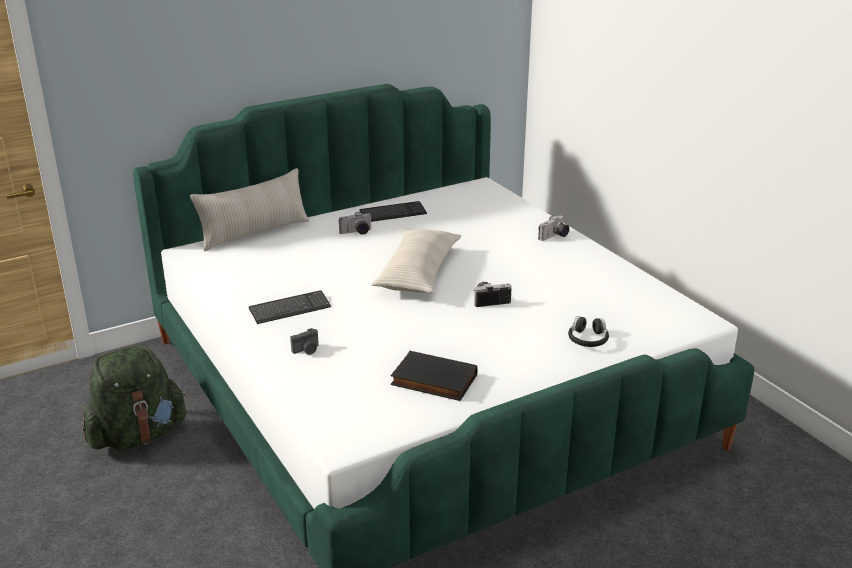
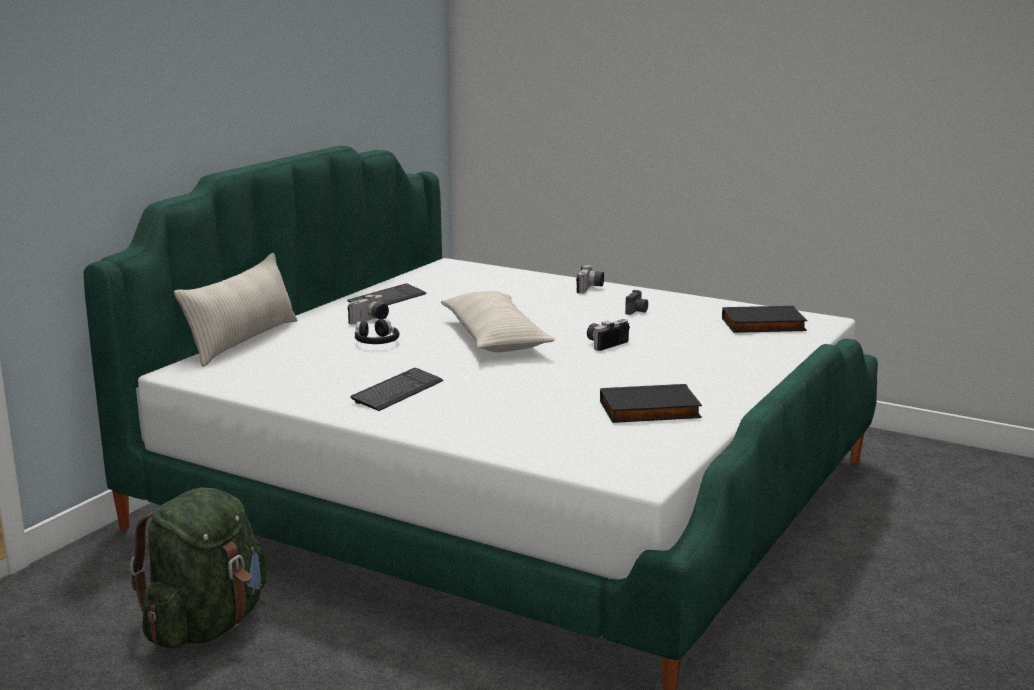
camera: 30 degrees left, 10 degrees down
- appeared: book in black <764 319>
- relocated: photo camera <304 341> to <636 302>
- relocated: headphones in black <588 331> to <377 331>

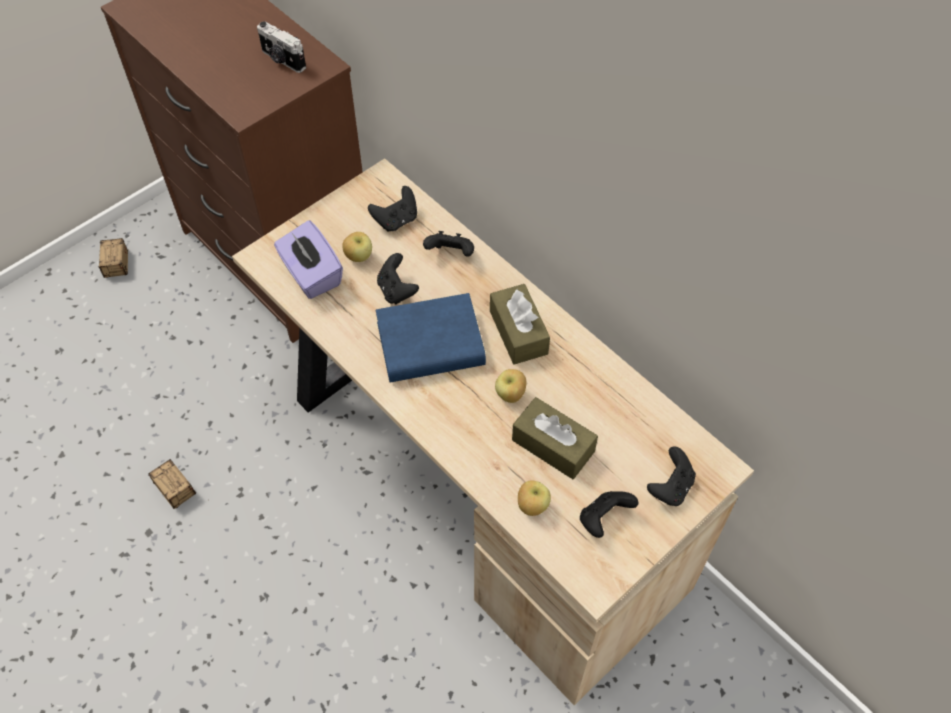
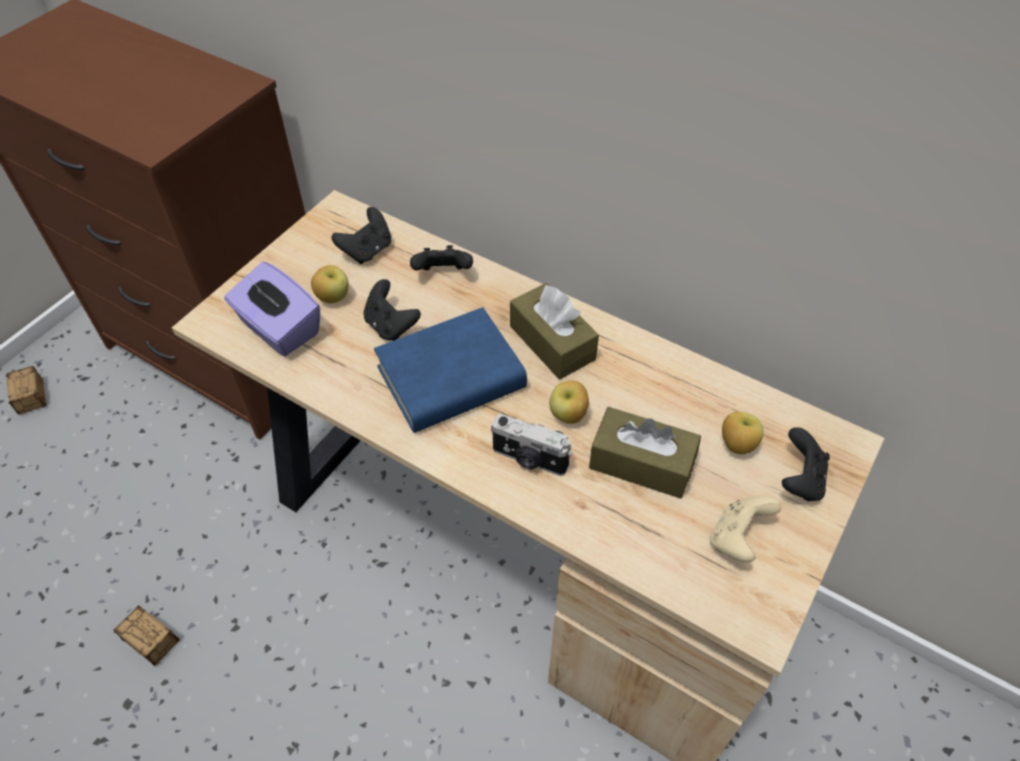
camera: 15 degrees left, 5 degrees down
- relocated: photo camera <281 47> to <532 445>
- relocated: apple <534 498> to <742 433>
- colour: game controller in black <609 514> to game controller in beige <745 529>

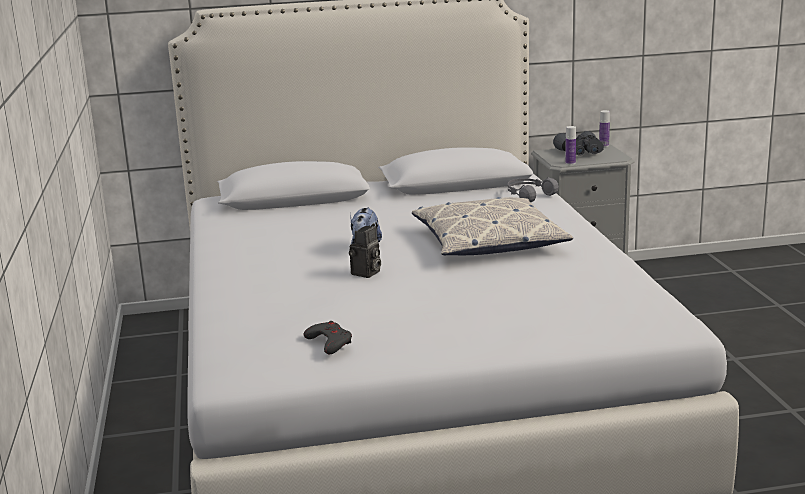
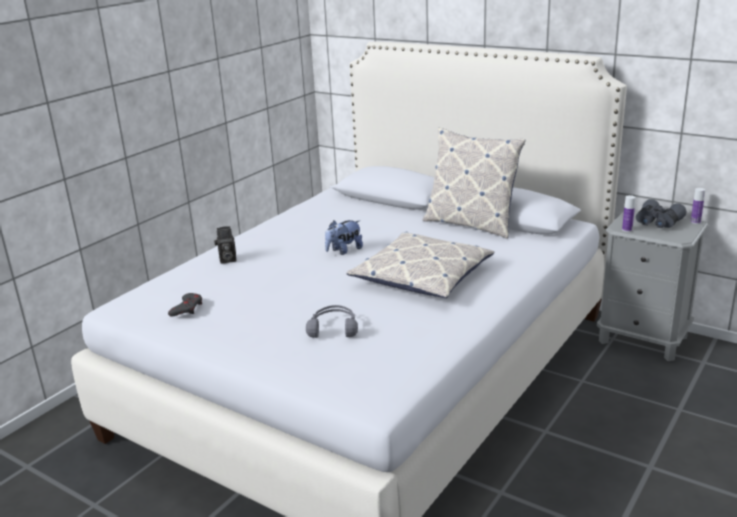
camera: 45 degrees right, 5 degrees up
- appeared: pillow <474 183>
- relocated: photo camera <365 252> to <225 244>
- relocated: headphones in grey <533 189> to <332 321>

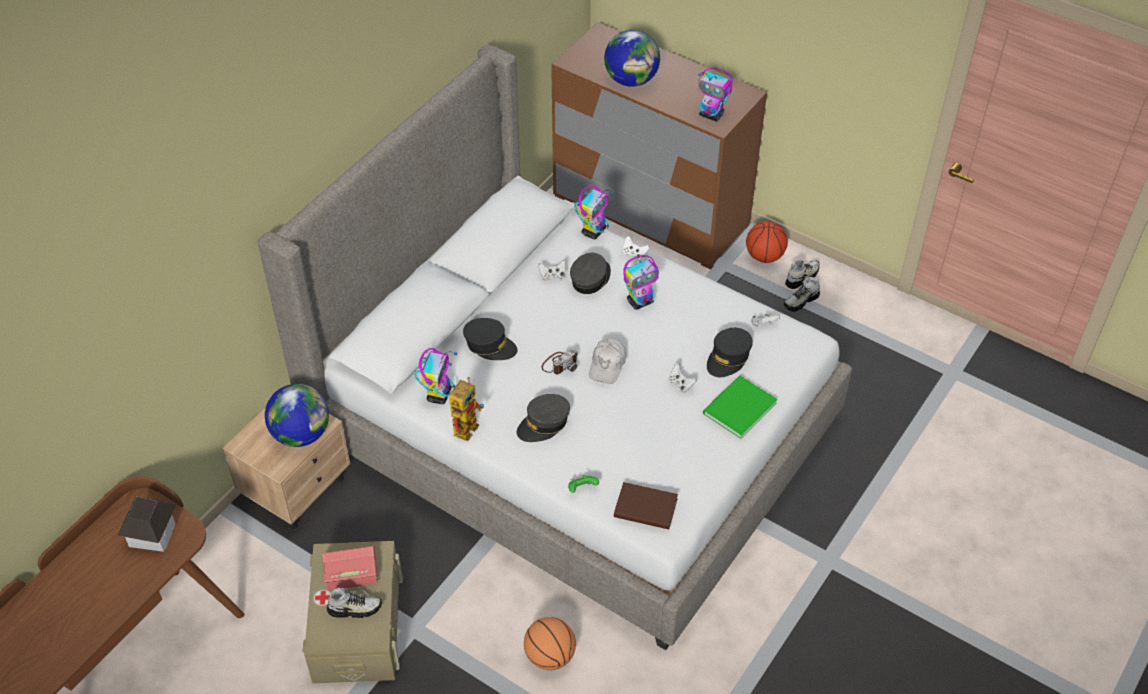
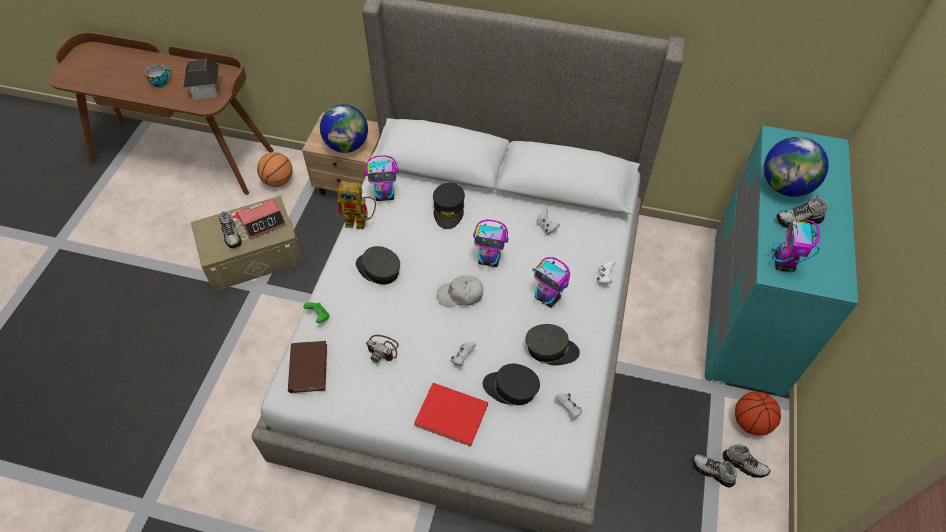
camera: 70 degrees right, 5 degrees up
- appeared: cup <158 76>
- appeared: shoe <802 212>
- relocated: basketball <550 643> to <275 169>
- relocated: photo camera <559 361> to <382 349>
- relocated: cap in grey <590 273> to <552 345>
- relocated: toy robot <594 212> to <490 243>
- colour: dresser in brown <659 146> to dresser in turquoise <781 261>
- colour: book in green <740 407> to book in red <451 415>
- spun: alarm clock <350 568> = <261 218> 90 degrees clockwise

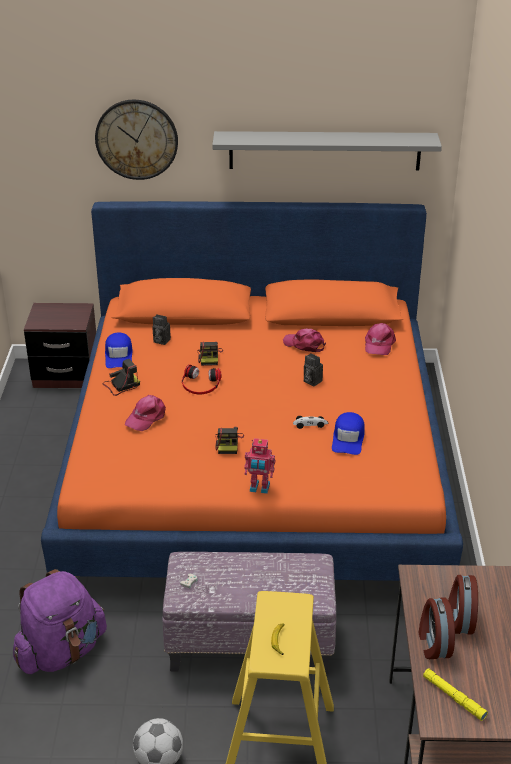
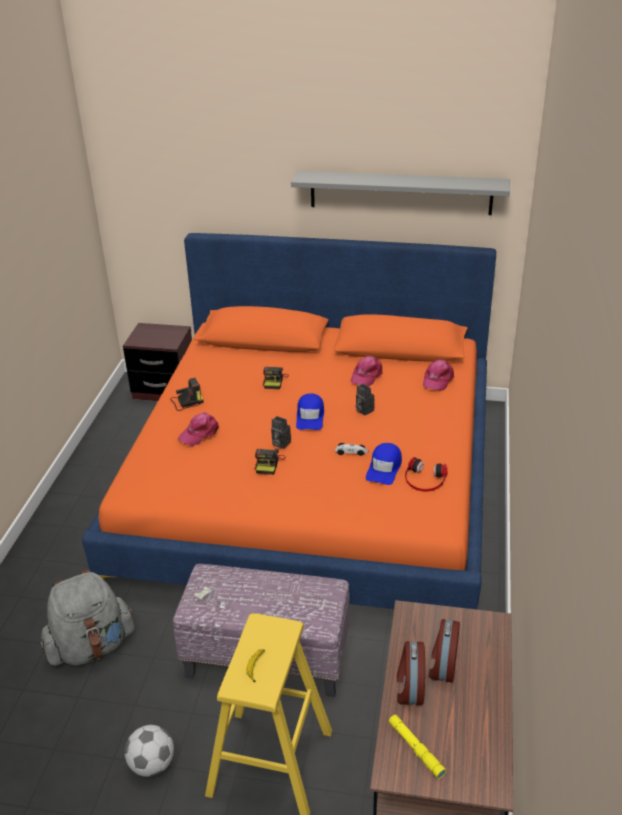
camera: 10 degrees right, 0 degrees up
- missing: wall clock <136 140>
- missing: toy robot <259 466>
- relocated: cap in blue <119 350> to <310 411>
- relocated: photo camera <161 329> to <281 432>
- relocated: headphones <202 379> to <426 474>
- colour: backpack in purple <60 621> to backpack in grey <87 617>
- spun: cap in pink <304 340> = <366 371> 105 degrees counterclockwise

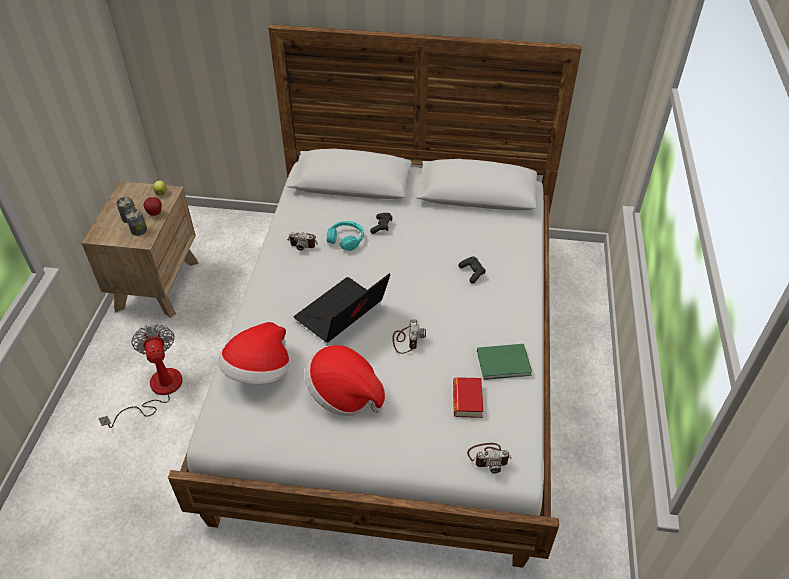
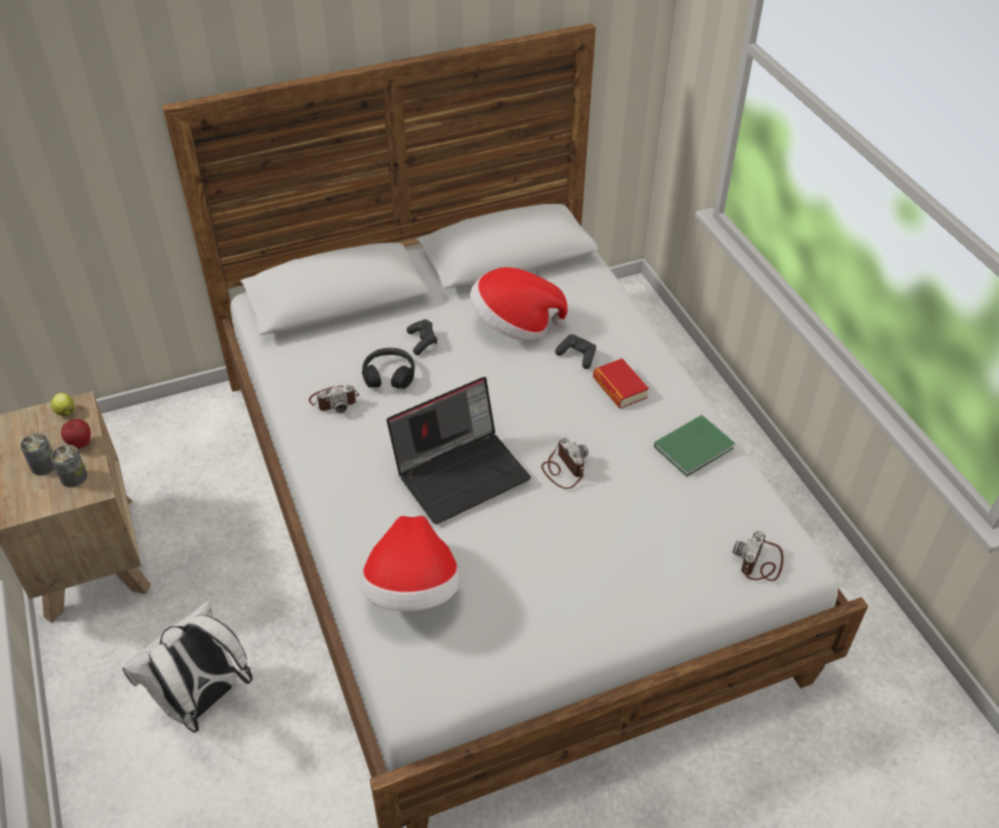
camera: 30 degrees left, 0 degrees up
- relocated: hat <345 380> to <519 303>
- relocated: book <468 397> to <621 383>
- exchanged: fan <140 376> to backpack in white <187 666>
- colour: headphones in turquoise <345 236> to headphones in black <388 368>
- spun: laptop <341 307> = <459 450> 135 degrees counterclockwise
- spun: photo camera <489 458> = <758 556> 150 degrees clockwise

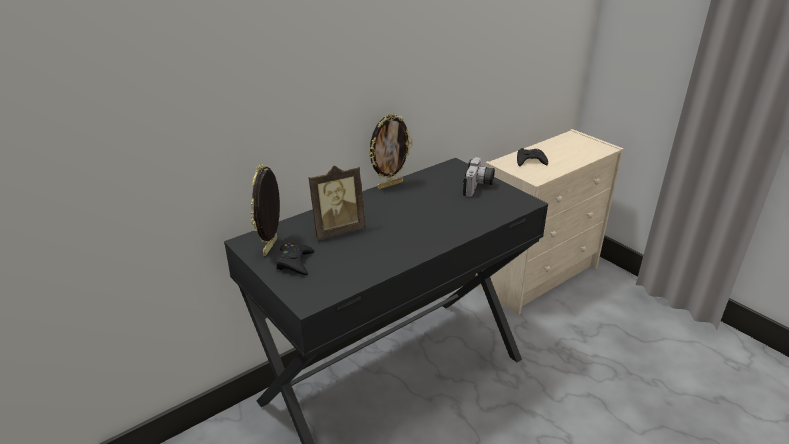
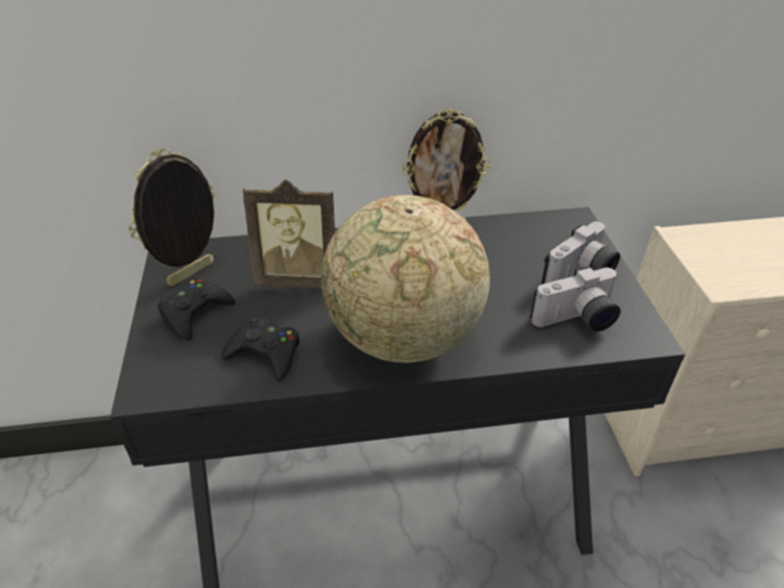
camera: 30 degrees right, 10 degrees up
- appeared: globe <405 279>
- appeared: photo camera <575 298>
- relocated: game controller in black <532 157> to <260 349>

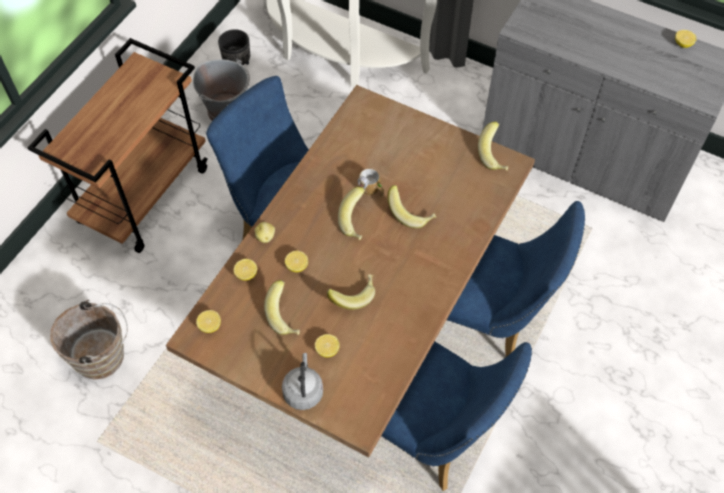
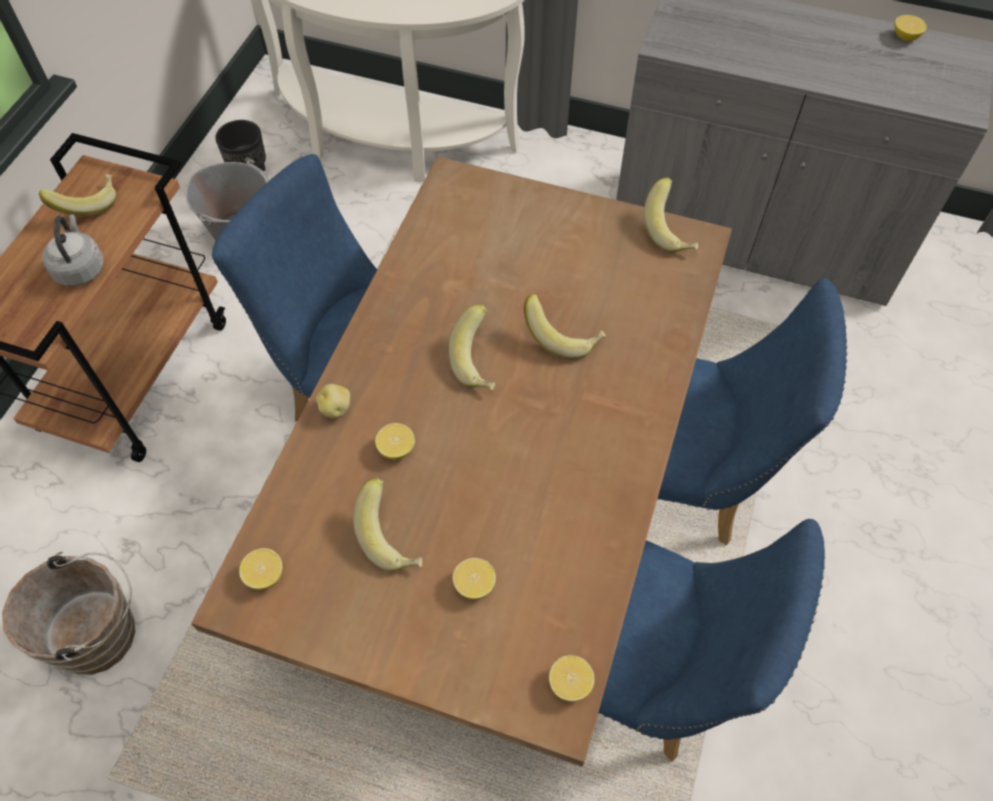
camera: 10 degrees left, 0 degrees up
- missing: mug <371 183>
- relocated: lemon <245 270> to <572 678>
- relocated: kettle in grey <302 381> to <73 250>
- relocated: banana <351 292> to <78 195>

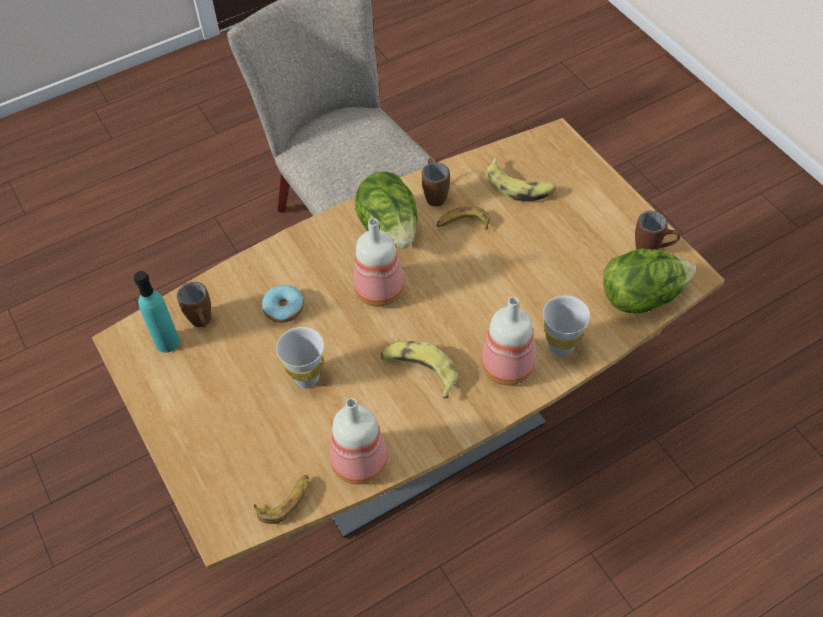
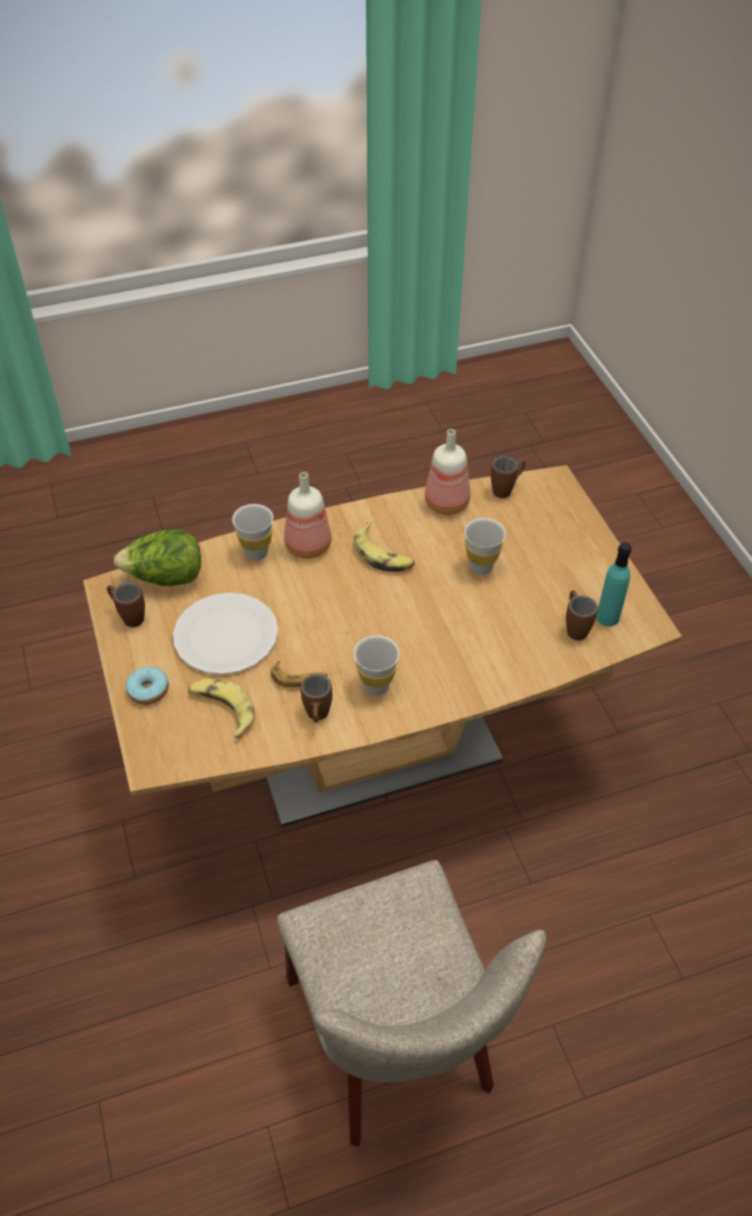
camera: 170 degrees left, 5 degrees down
- missing: bottle <379 262>
- appeared: plate in white <225 634>
- relocated: donut <283 304> to <147 685>
- exchanged: banana <281 499> to mug in brown <508 477>
- exchanged: lettuce <386 210> to cup in white <376 665>

